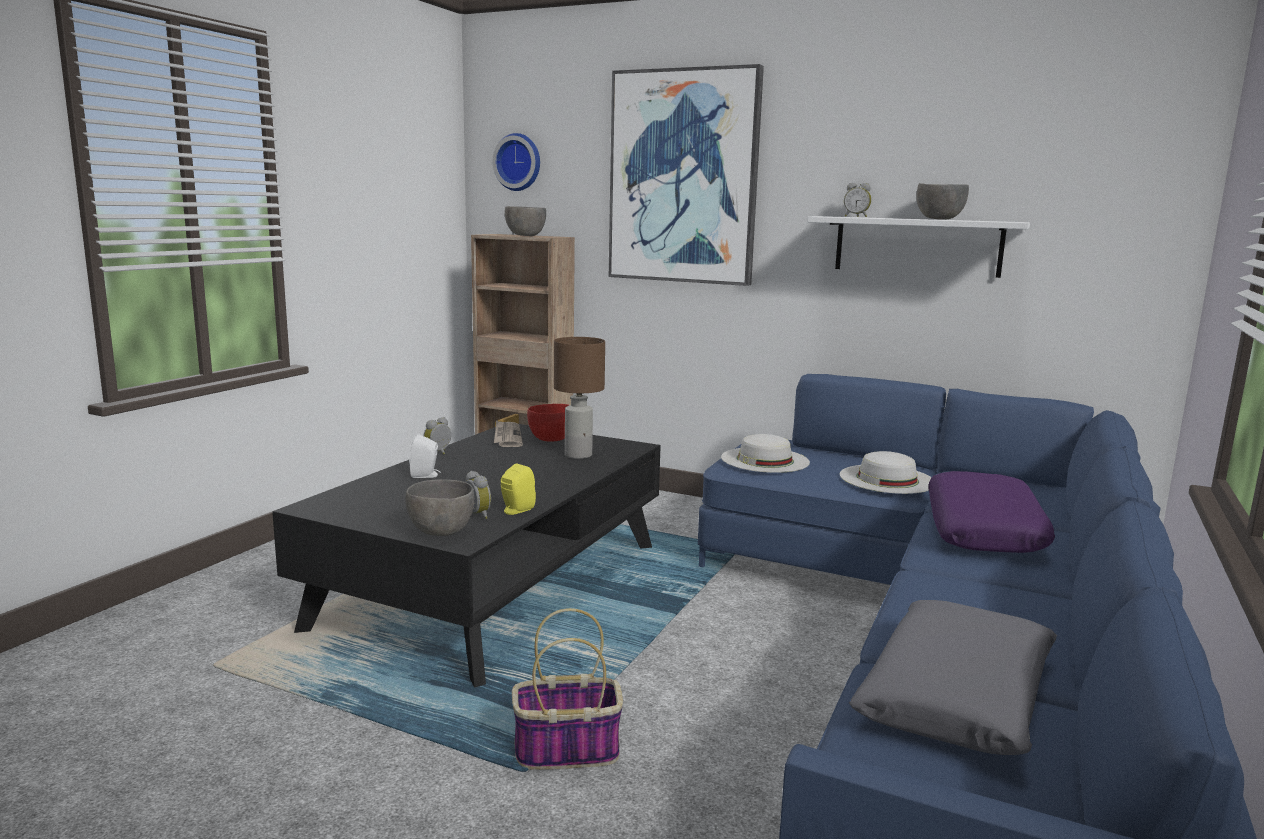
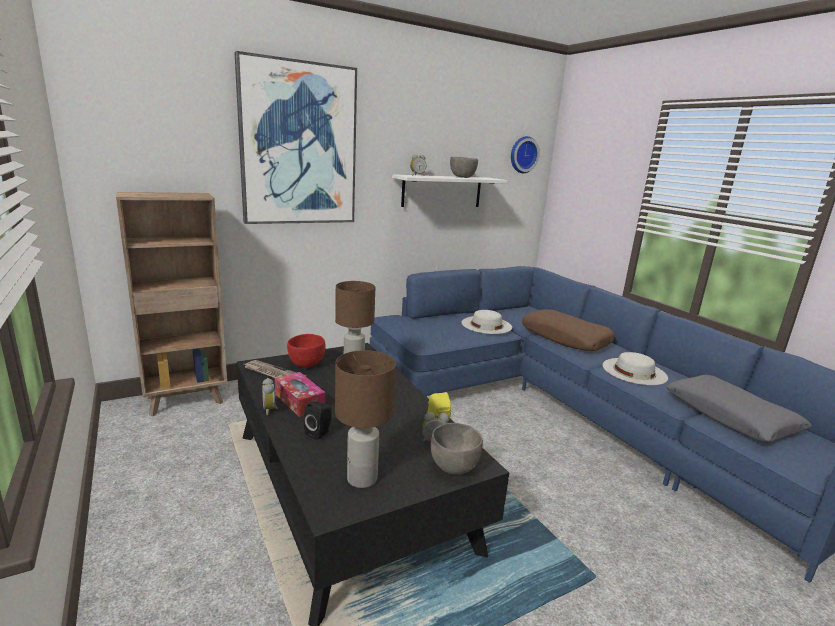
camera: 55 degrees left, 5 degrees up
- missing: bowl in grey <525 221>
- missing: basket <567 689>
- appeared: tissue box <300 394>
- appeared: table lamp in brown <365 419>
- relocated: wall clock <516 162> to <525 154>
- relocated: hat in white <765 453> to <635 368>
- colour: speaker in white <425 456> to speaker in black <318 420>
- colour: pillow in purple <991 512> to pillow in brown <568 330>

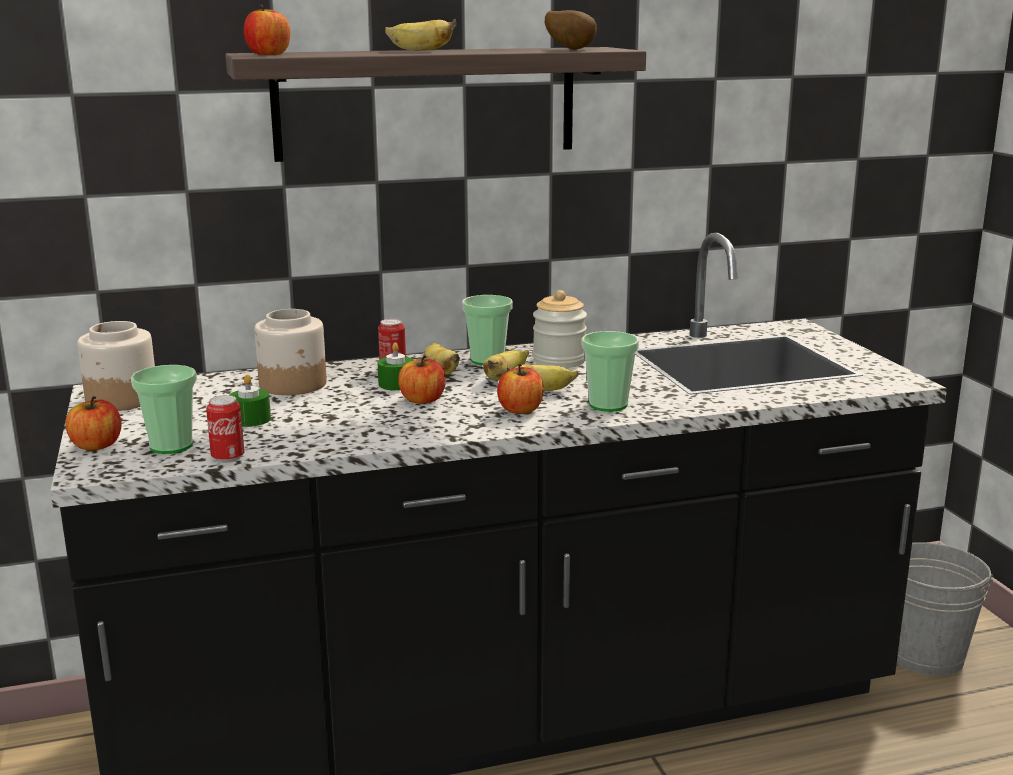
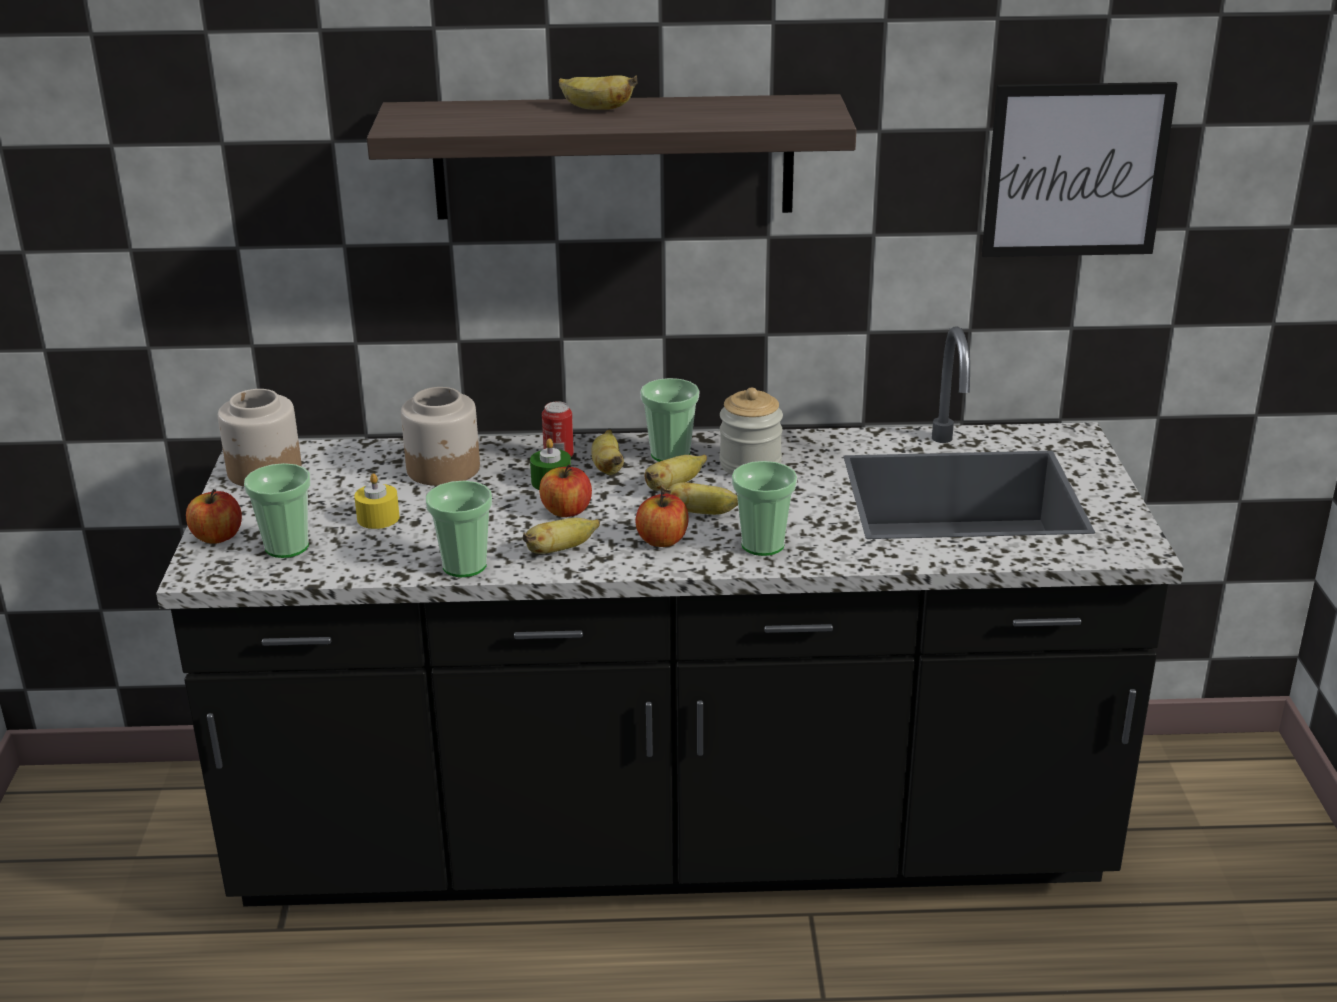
camera: 15 degrees right, 10 degrees up
- missing: can <225 429>
- missing: apple <267 29>
- missing: potato <571 30>
- missing: bucket in grey <946 609>
- appeared: cup <459 528>
- appeared: banana <561 536>
- appeared: picture <1079 169>
- colour: candle in green <250 400> to candle in yellow <377 501>

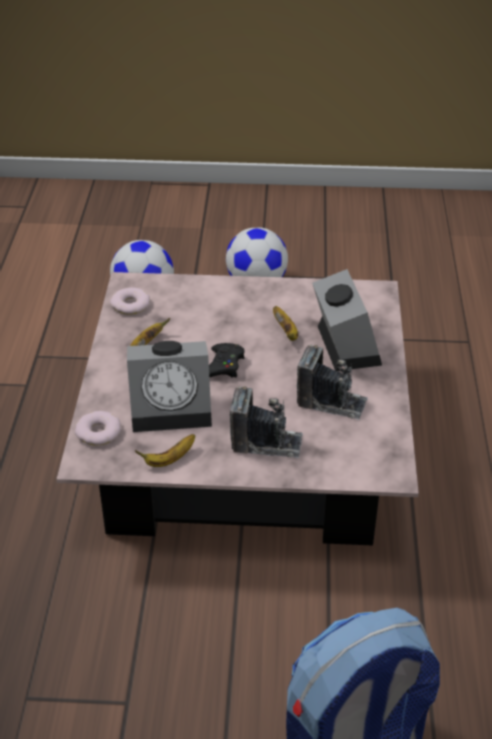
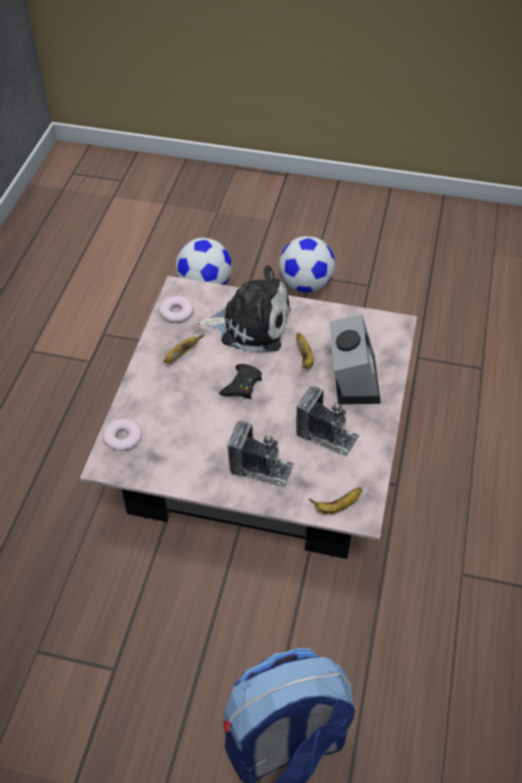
camera: 10 degrees right, 10 degrees up
- missing: alarm clock <169 386>
- appeared: plush toy <244 309>
- relocated: banana <165 450> to <335 500>

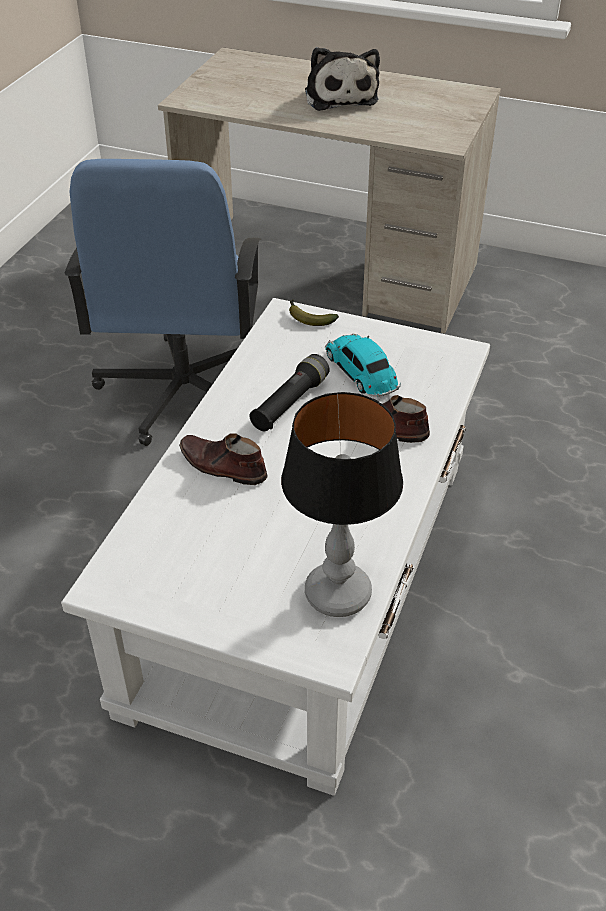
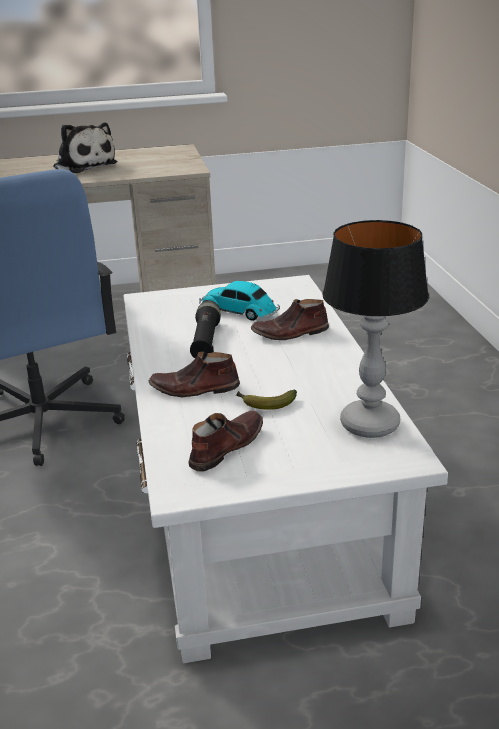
camera: 30 degrees left, 15 degrees down
- appeared: shoe in brown <225 441>
- relocated: banana <314 313> to <266 400>

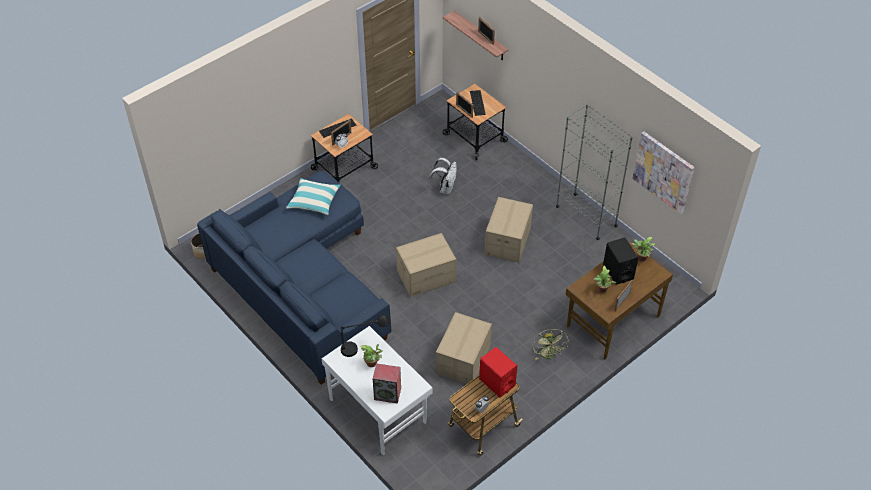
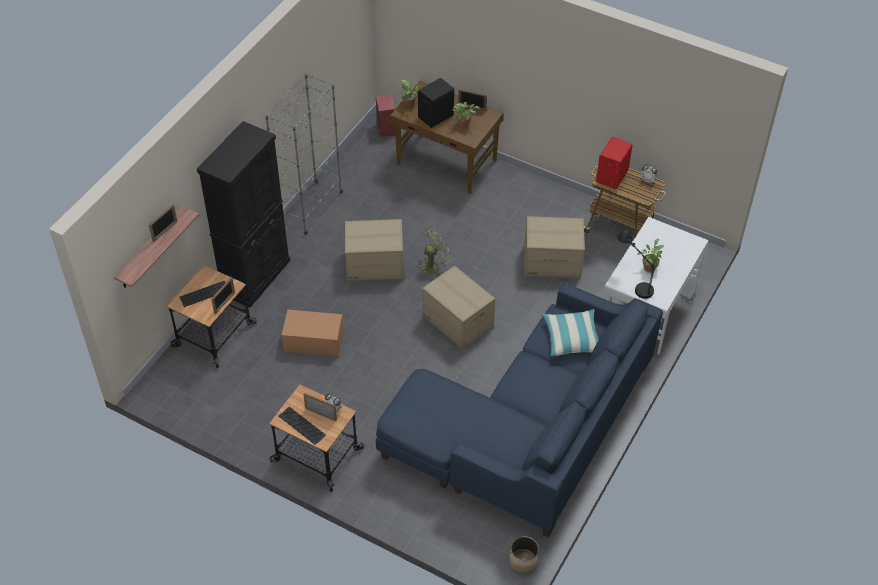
camera: 110 degrees left, 0 degrees up
- missing: picture <664 172>
- appeared: cabinet in black <243 214>
- relocated: pillow <313 196> to <569 332>
- relocated: speaker <387 383> to <385 116>
- relocated: fan in green <550 344> to <434 251>
- exchanged: backpack in white <443 176> to cardboard box <313 333>

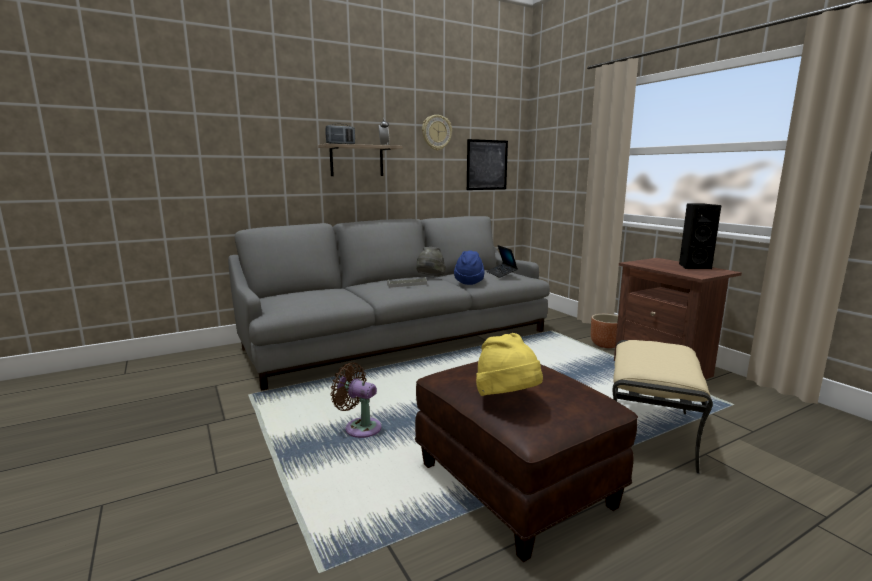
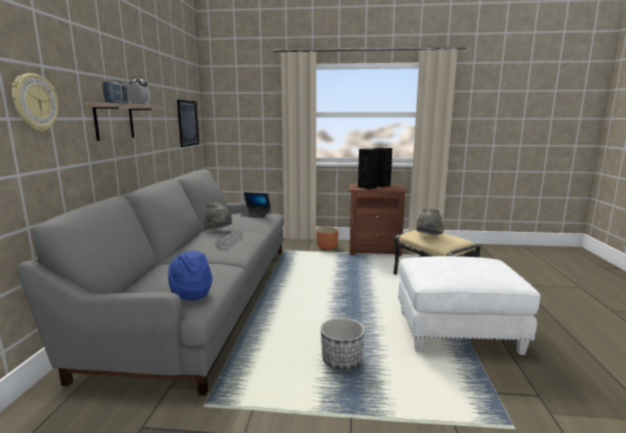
camera: 55 degrees left, 0 degrees up
- missing: hat in yellow <509 364>
- appeared: speaker in black <368 169>
- appeared: hat in grey <430 221>
- relocated: wall clock <437 132> to <34 102>
- relocated: hat in blue <469 267> to <190 275>
- exchanged: fan in brown <356 400> to planter <343 344>
- colour: ottoman in brown <526 461> to ottoman in white <469 305>

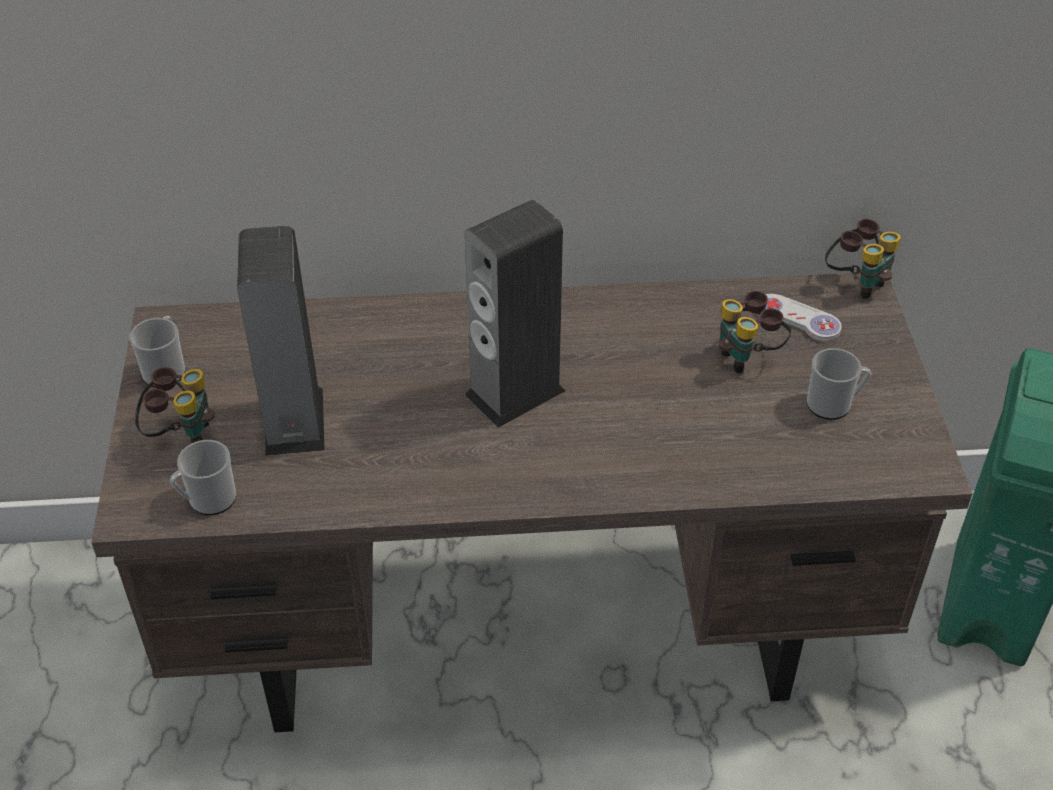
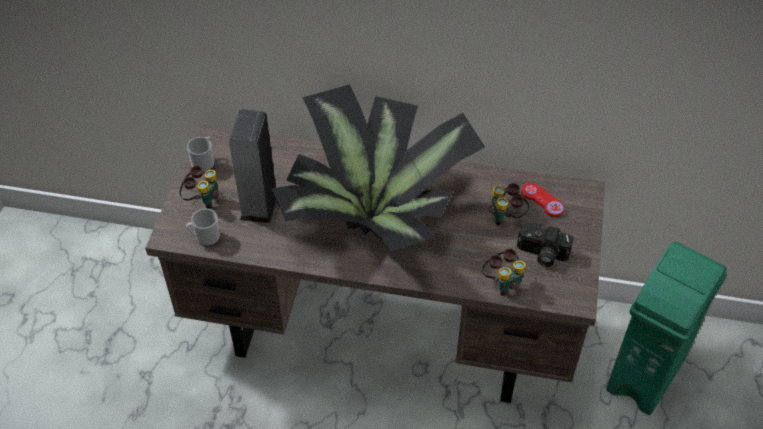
camera: 15 degrees right, 5 degrees up
- relocated: binoculars <863 259> to <504 272>
- exchanged: speaker <515 313> to potted plant <378 167>
- exchanged: mug <839 384> to photo camera <545 244>
- colour: game controller in white <799 317> to game controller in red <543 200>

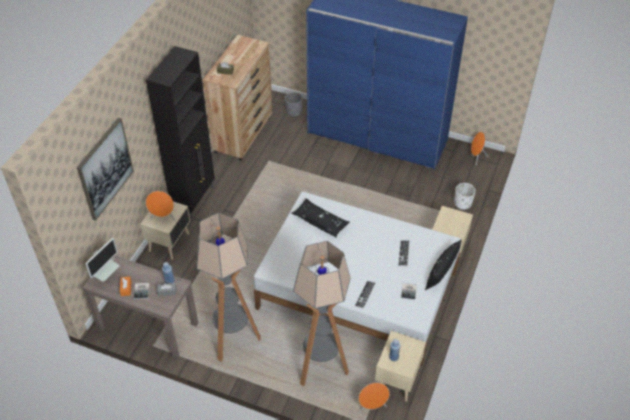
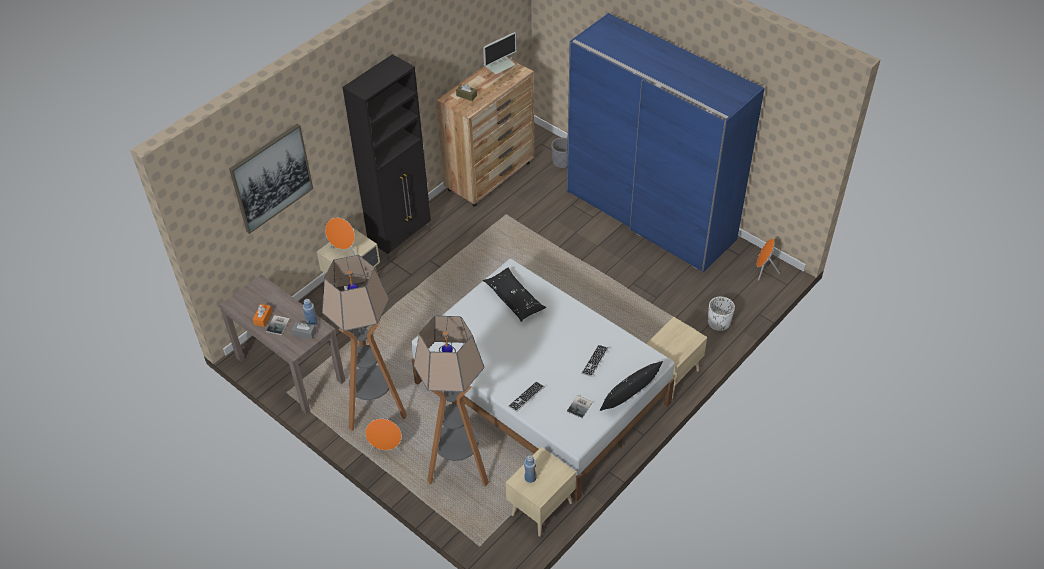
camera: 20 degrees right, 0 degrees up
- relocated: monitor <102 260> to <500 53>
- relocated: speaker in orange <374 398> to <383 436>

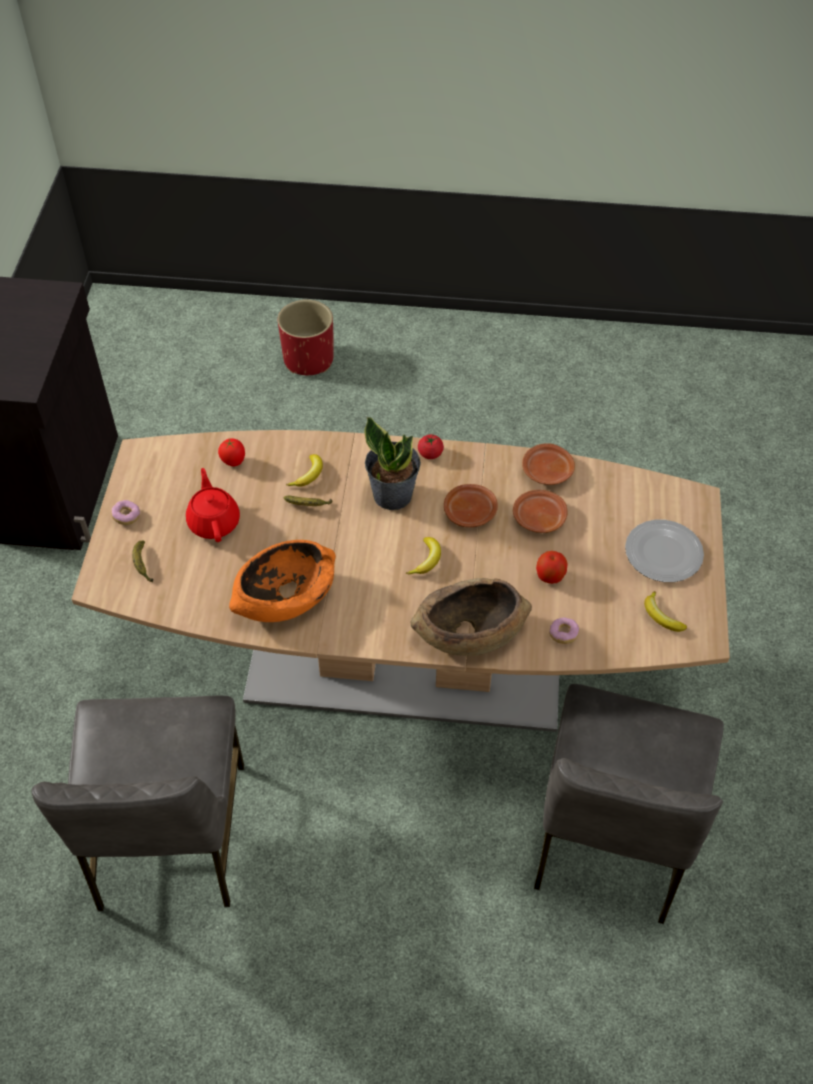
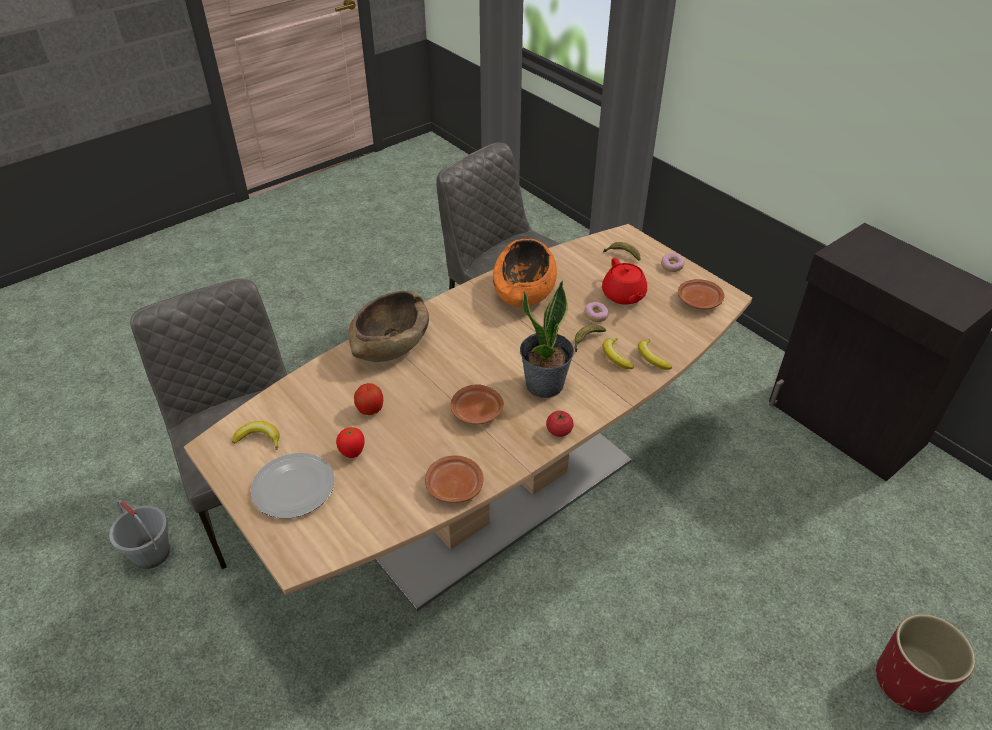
camera: 135 degrees right, 10 degrees down
- appeared: bucket in grey <139 534>
- relocated: tomato <231 452> to <350 442>
- relocated: banana <423 555> to <655 354>
- relocated: plate in brown <540 511> to <701 294>
- relocated: donut <564 630> to <596 312>
- spun: teapot in red <213 505> = <624 281> 45 degrees clockwise

